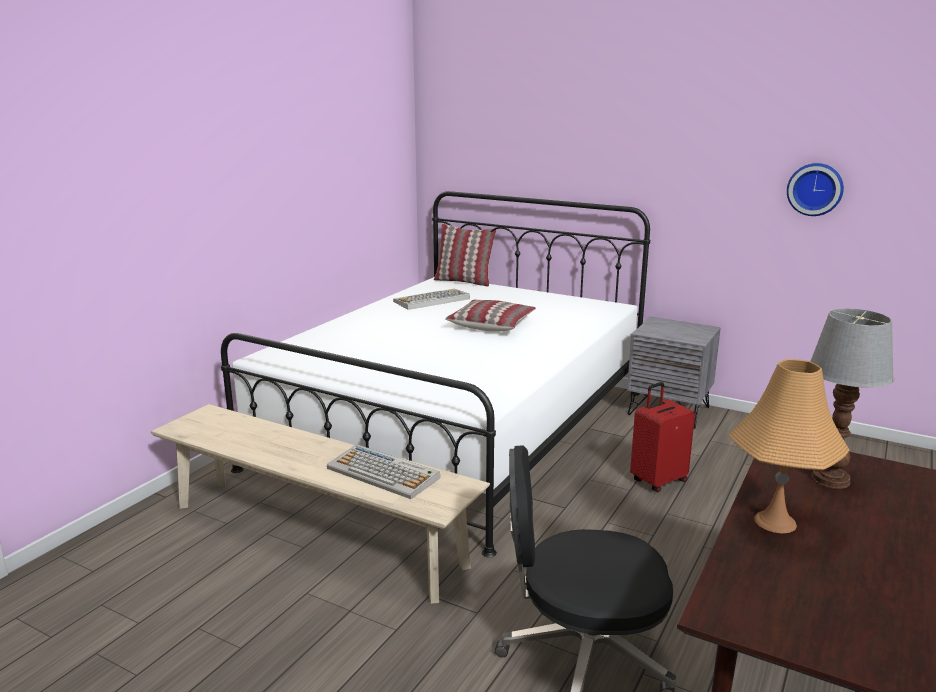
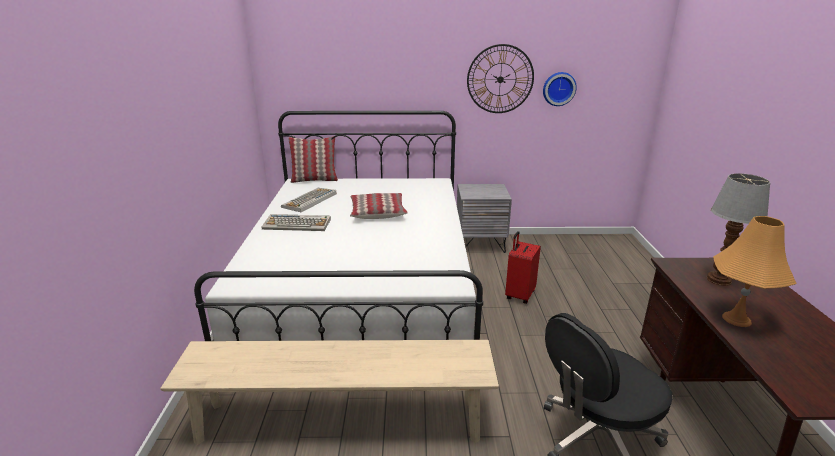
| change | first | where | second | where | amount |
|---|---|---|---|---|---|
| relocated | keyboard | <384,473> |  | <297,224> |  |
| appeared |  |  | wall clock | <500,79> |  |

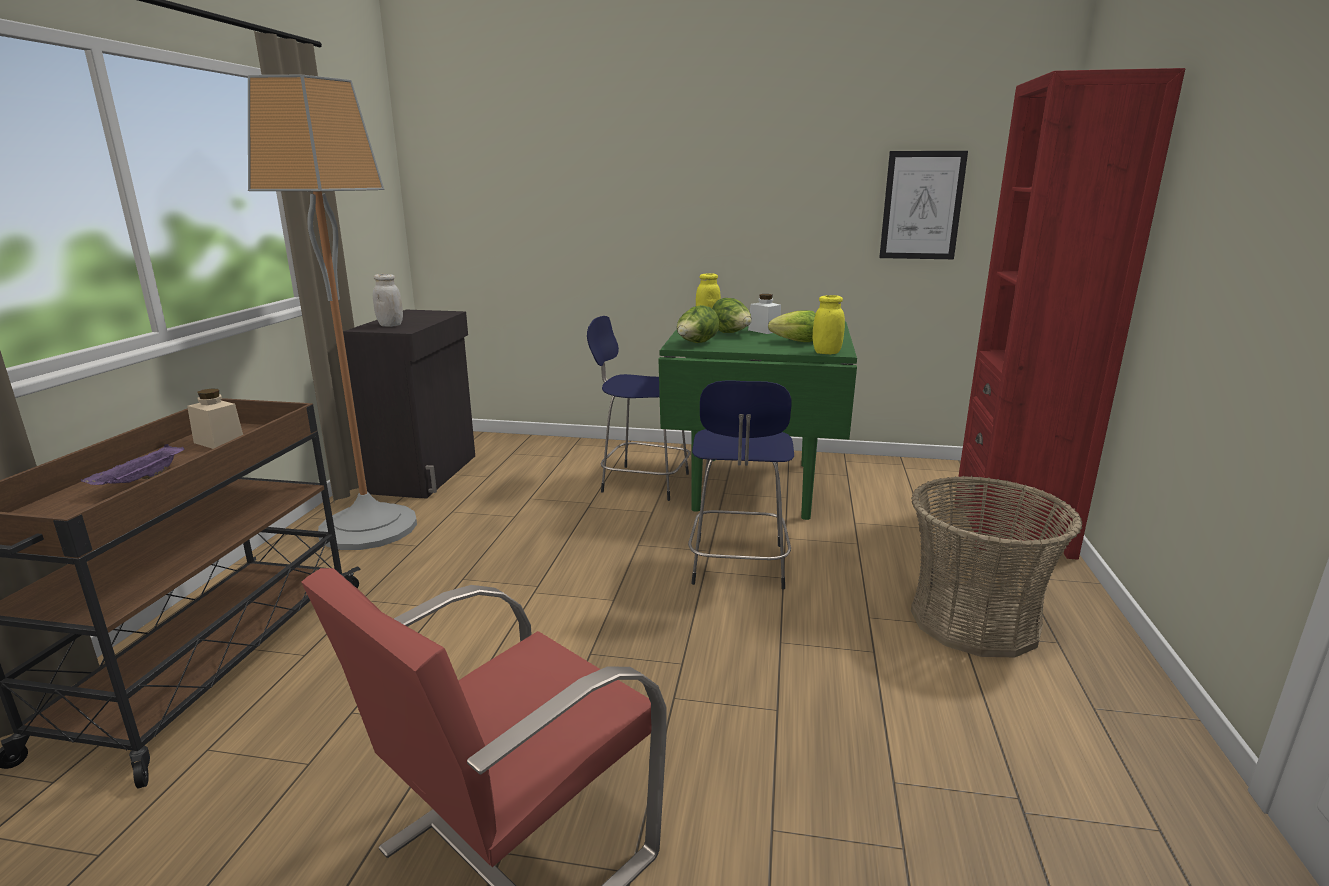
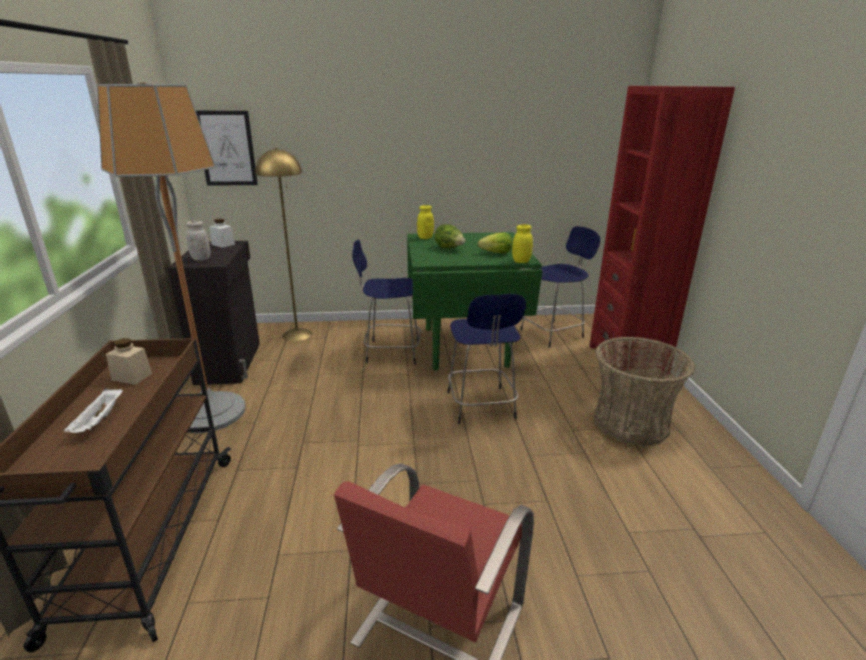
| change | first | where | second | where | amount |
|---|---|---|---|---|---|
| colour | purple tray | <140,481> | white tray | <99,421> |  |
| missing | lettuce | <696,344> |  |  |  |
| relocated | white jar | <764,330> |  | <223,244> |  |
| relocated | picture | <922,206> |  | <227,148> |  |
| appeared |  |  | yellow floor lamp | <297,334> |  |
| appeared |  |  | blue stool | <553,333> |  |

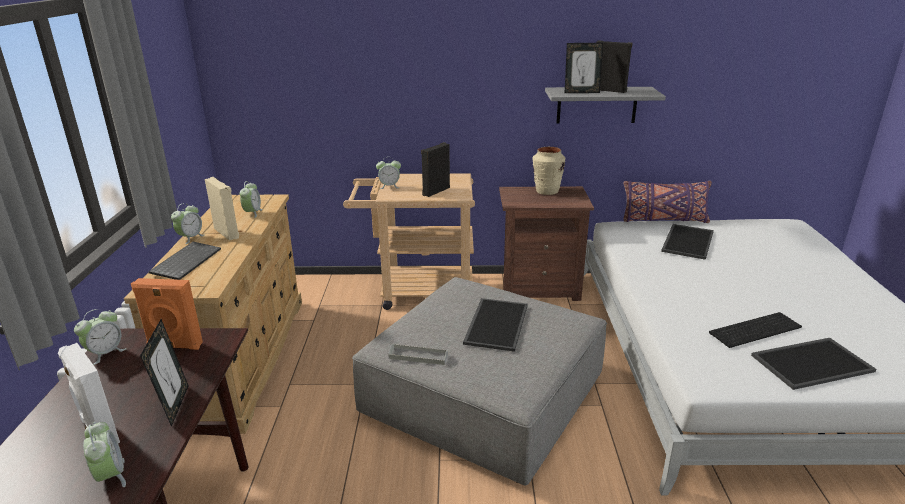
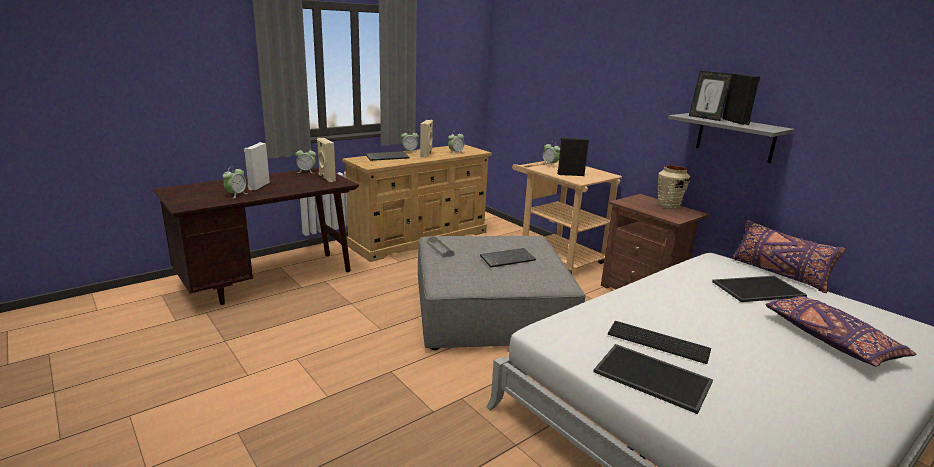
| change | first | where | second | where | amount |
|---|---|---|---|---|---|
| colour | orange speaker | <174,346> | beige speaker | <326,178> |  |
| missing | picture frame | <175,405> |  |  |  |
| exchanged | tray | <495,323> | keyboard | <507,258> |  |
| appeared |  |  | purple pillow | <829,340> |  |

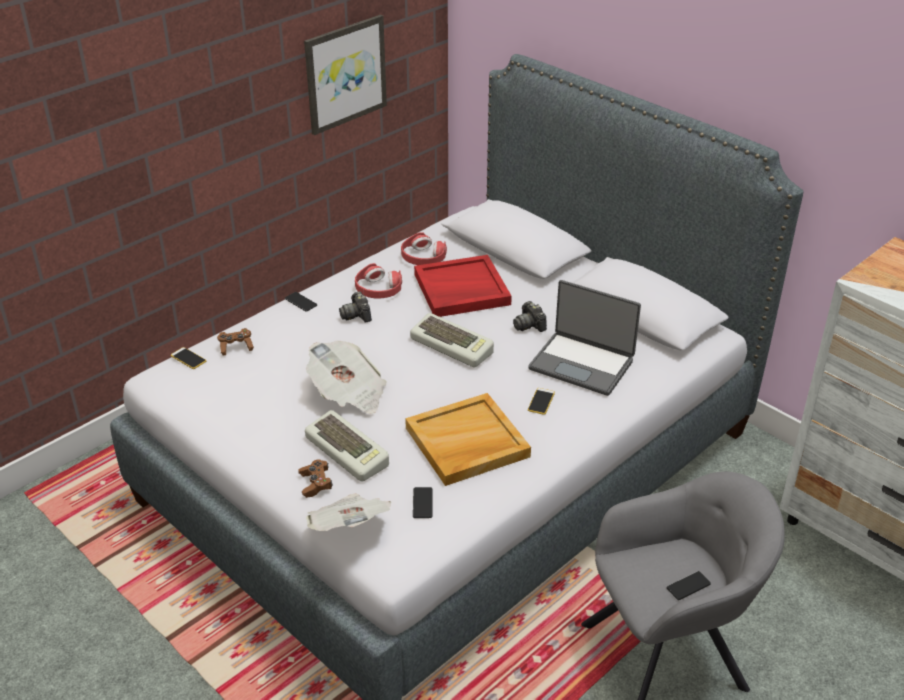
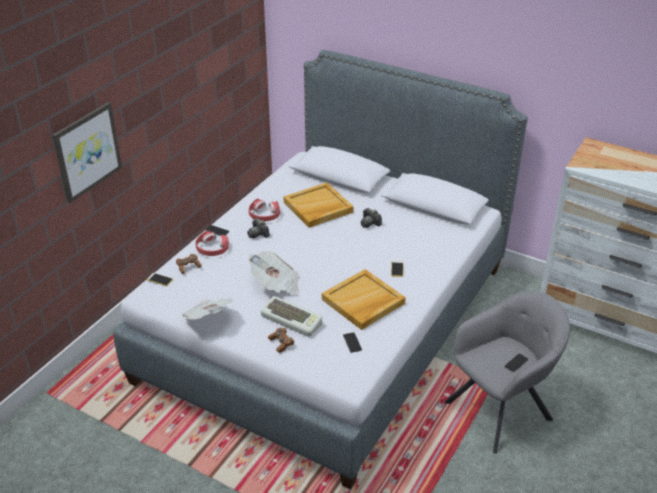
| change | first | where | second | where | amount |
|---|---|---|---|---|---|
| relocated | picture | <345,73> |  | <87,151> |  |
| relocated | newspaper | <349,528> |  | <208,318> |  |
| relocated | red headphones | <423,257> |  | <212,249> |  |
| missing | keyboard | <453,345> |  |  |  |
| colour | red tray | <461,290> | beige tray | <318,207> |  |
| missing | laptop | <582,364> |  |  |  |

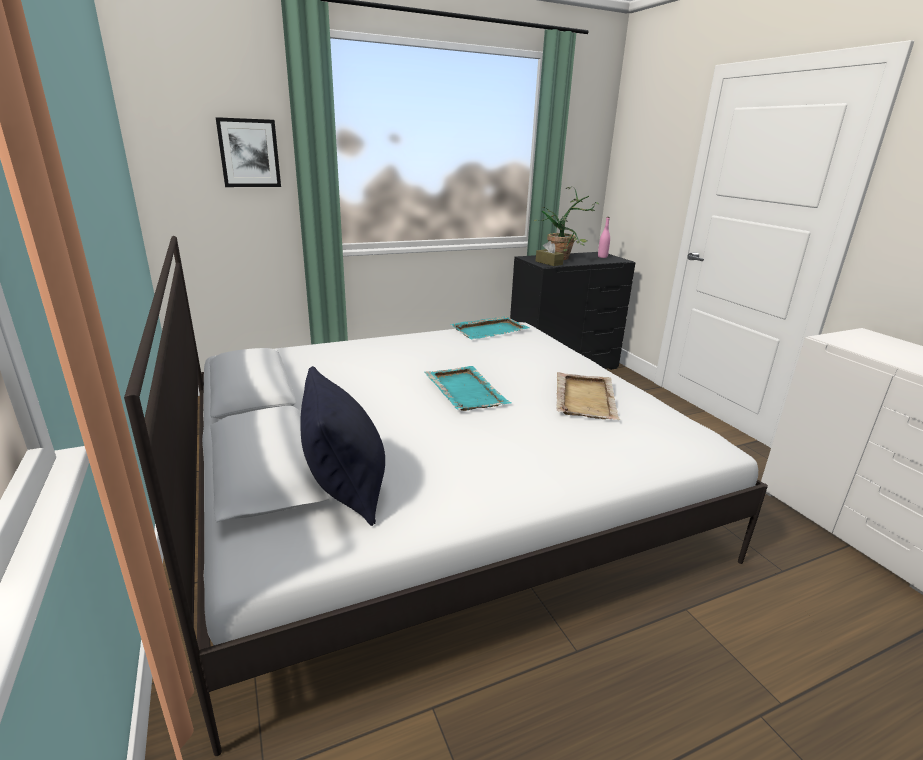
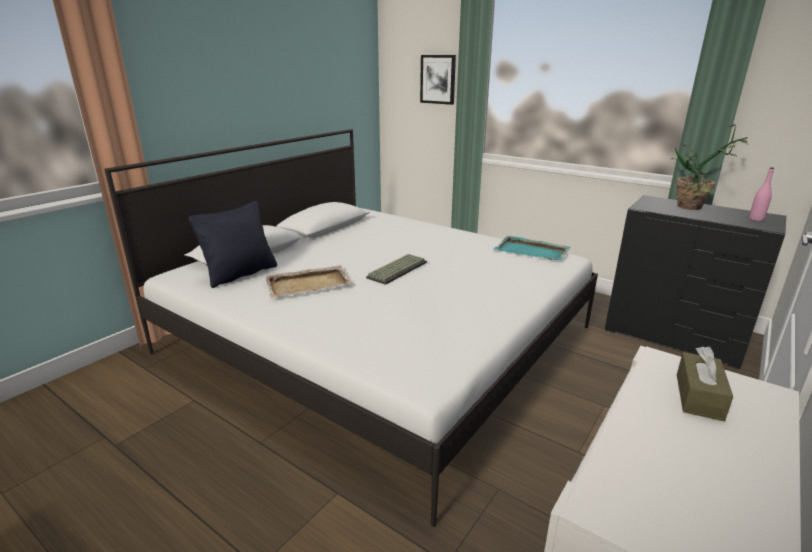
| change | first | where | second | where | amount |
|---|---|---|---|---|---|
| exchanged | turquoise tray | <465,390> | keyboard | <397,269> |  |
| relocated | brown tissue box | <549,263> |  | <699,396> |  |
| relocated | beige tray | <585,398> |  | <309,284> |  |

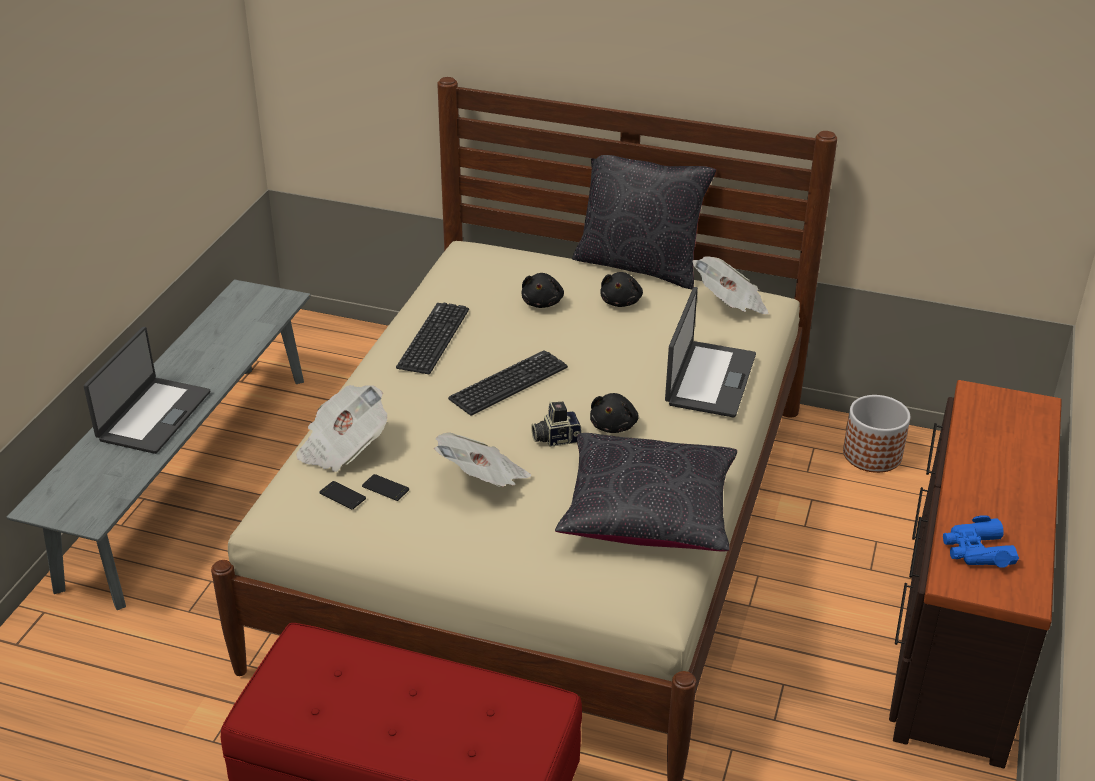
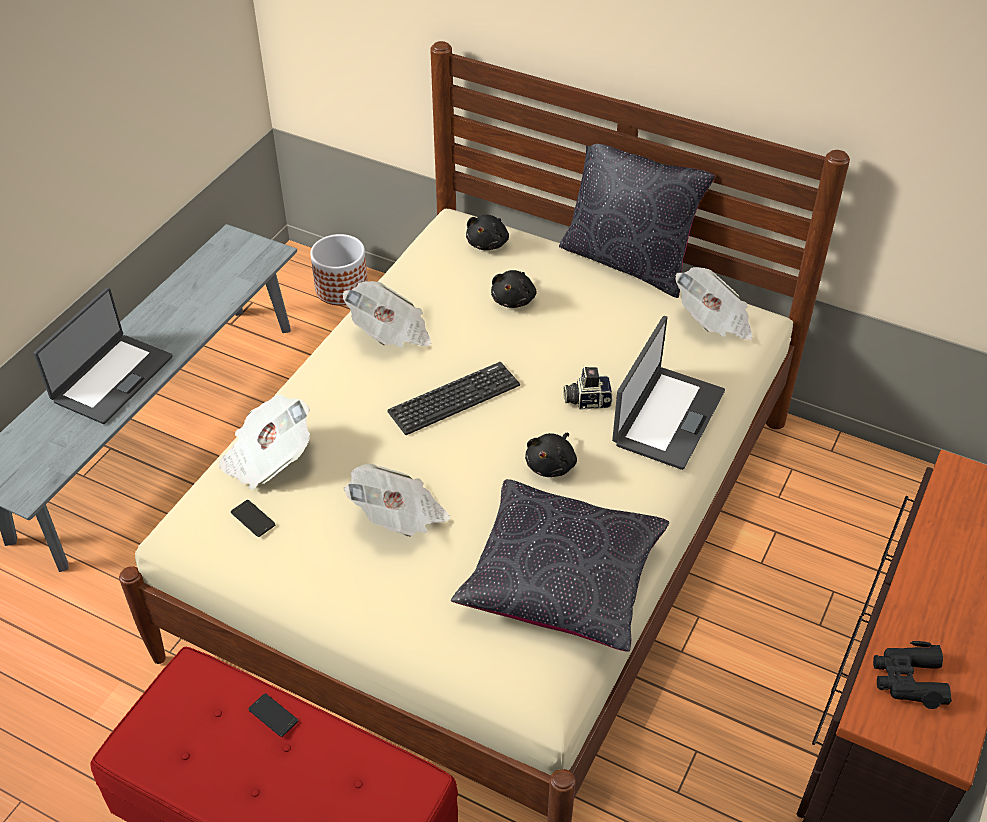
| change | first | where | second | where | amount |
|---|---|---|---|---|---|
| relocated | phone | <385,488> |  | <273,715> |  |
| exchanged | keyboard | <433,339> | newspaper | <390,333> |  |
| relocated | photo camera | <555,438> |  | <587,400> |  |
| relocated | black plush toy | <621,301> |  | <488,243> |  |
| relocated | planter | <872,455> |  | <341,289> |  |
| colour | blue binoculars | <976,551> | black binoculars | <908,680> |  |

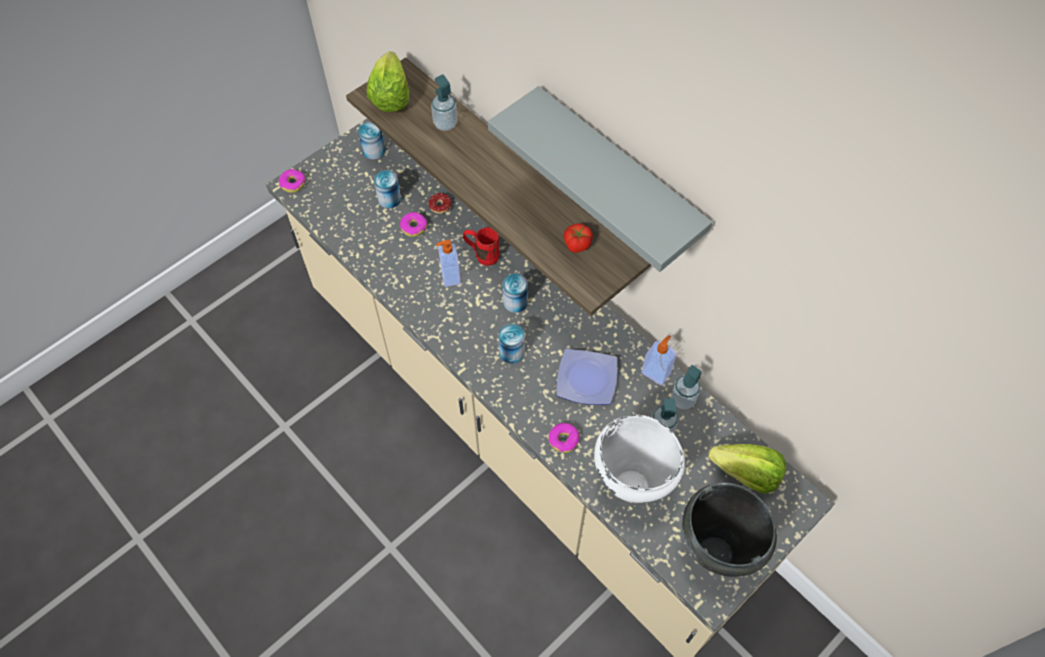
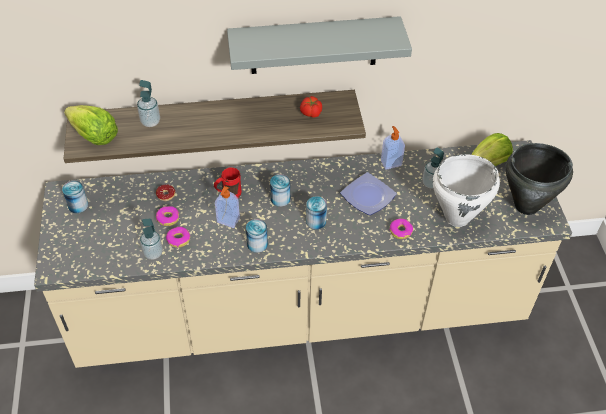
| change | first | where | second | where | amount |
|---|---|---|---|---|---|
| relocated | donut | <293,183> |  | <178,239> |  |
| relocated | can | <389,199> |  | <257,244> |  |
| relocated | soap dispenser | <683,400> |  | <153,253> |  |

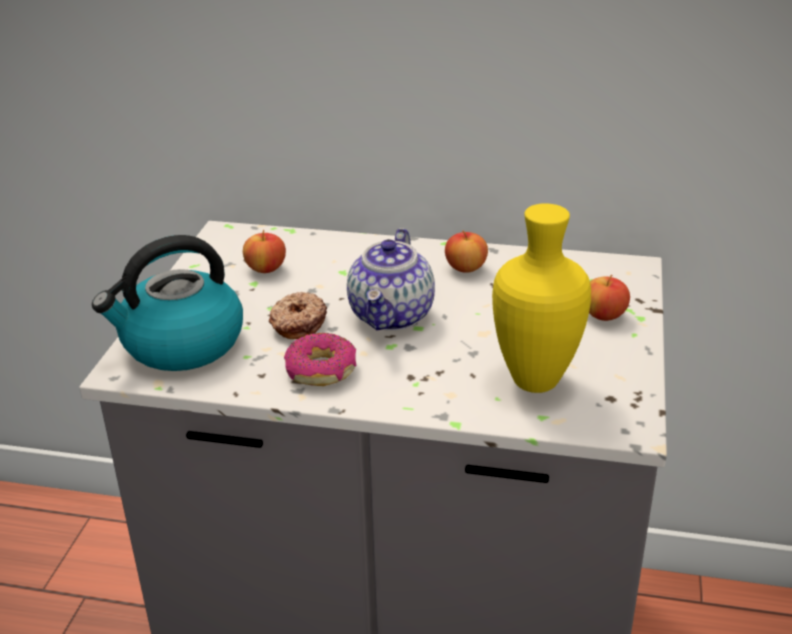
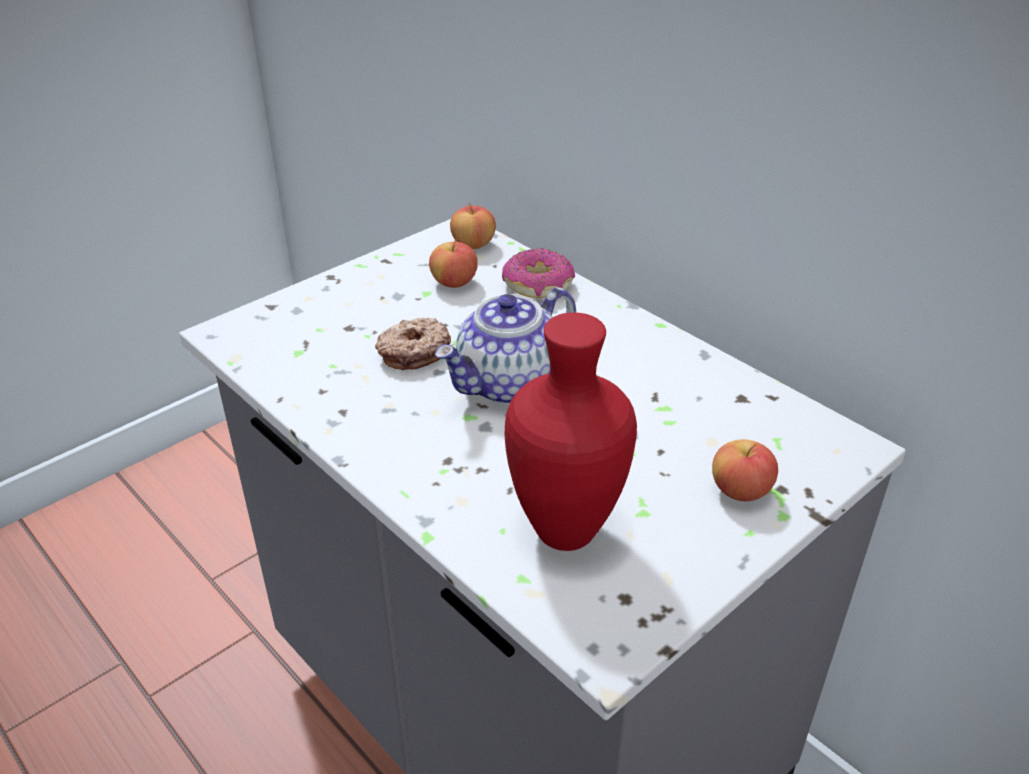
| change | first | where | second | where | amount |
|---|---|---|---|---|---|
| missing | kettle | <181,344> |  |  |  |
| relocated | donut | <321,370> |  | <538,285> |  |
| relocated | apple | <465,268> |  | <473,244> |  |
| colour | yellow vase | <538,380> | red vase | <569,532> |  |

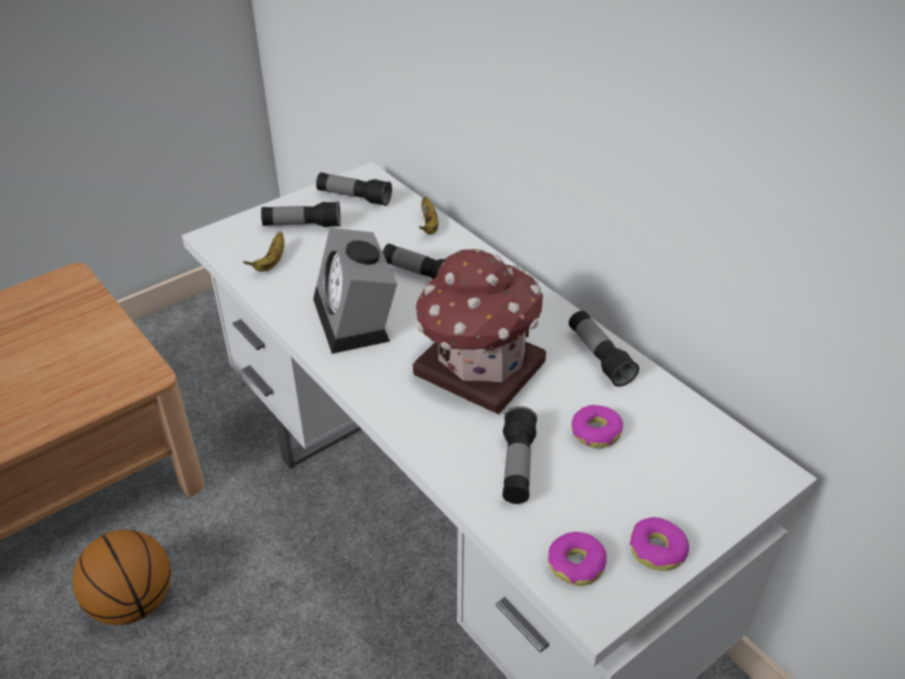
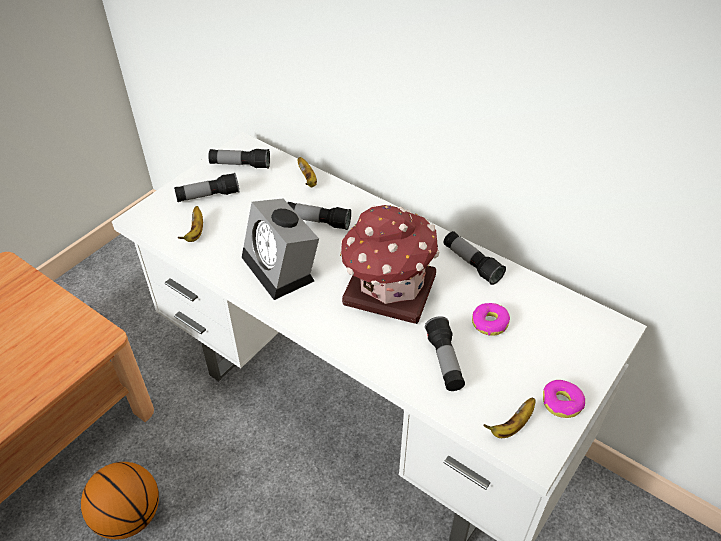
| change | first | where | second | where | amount |
|---|---|---|---|---|---|
| exchanged | donut | <576,564> | banana | <511,426> |  |

